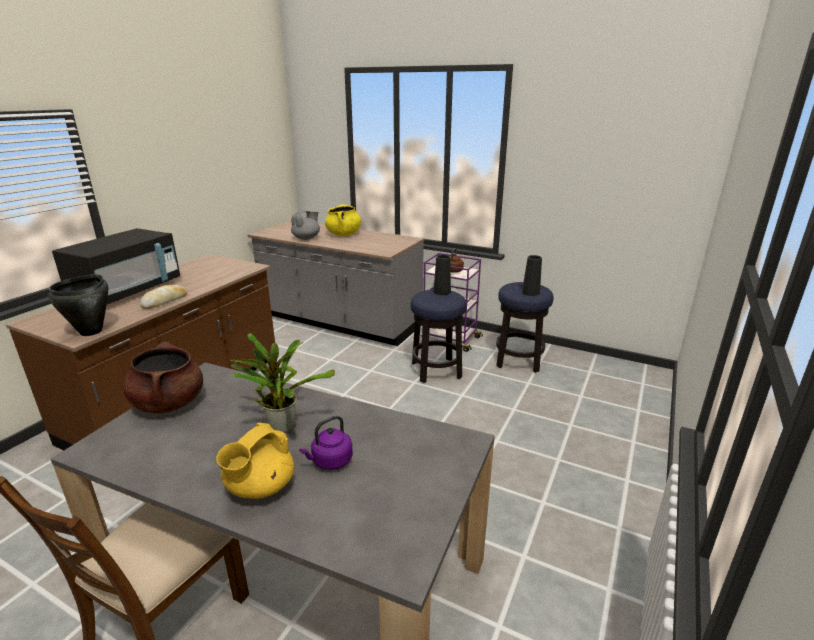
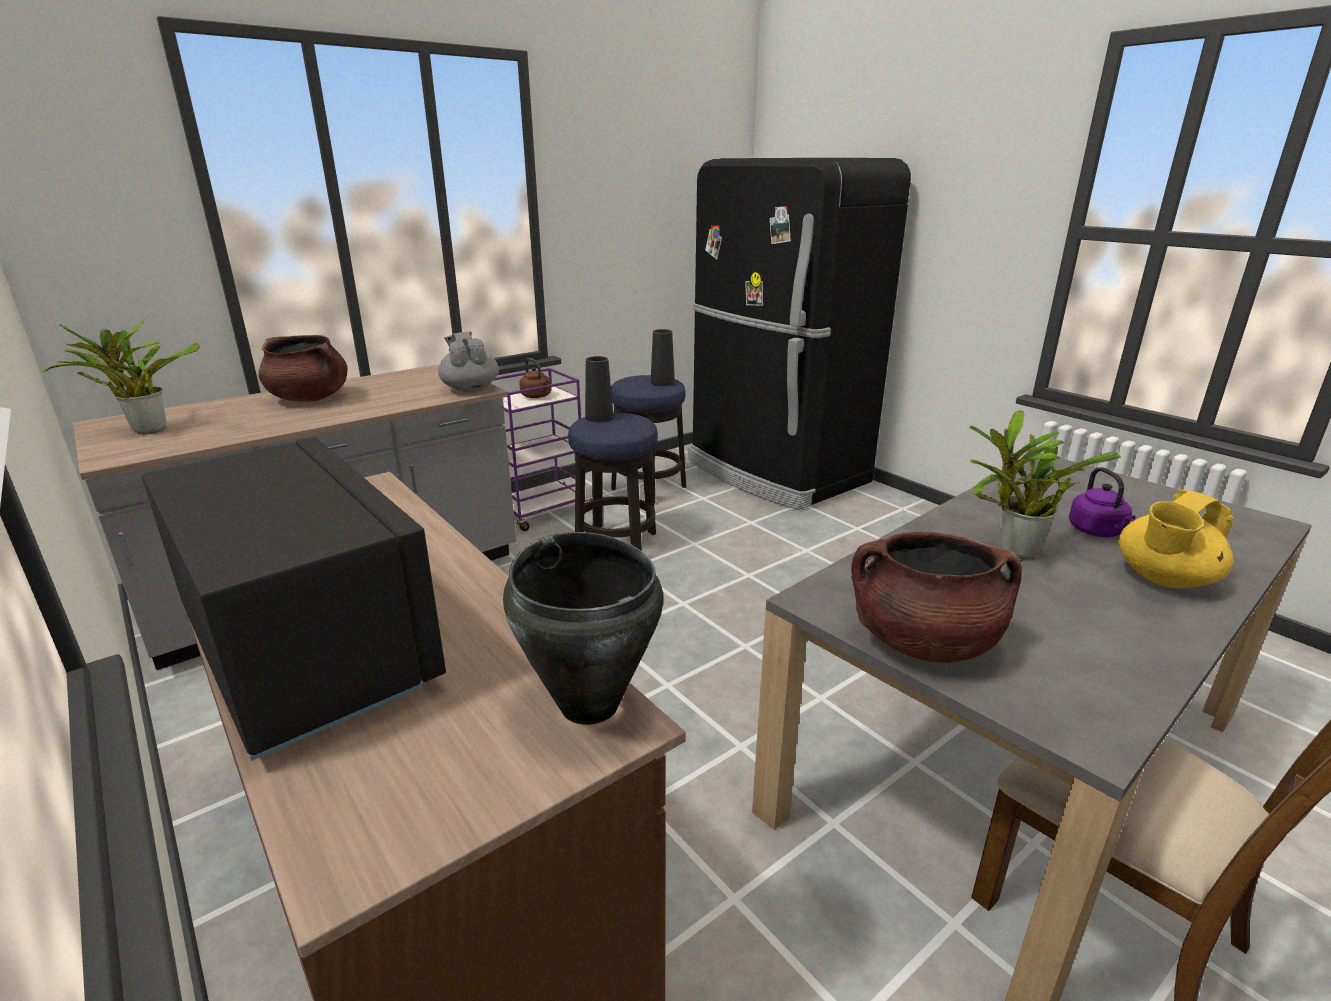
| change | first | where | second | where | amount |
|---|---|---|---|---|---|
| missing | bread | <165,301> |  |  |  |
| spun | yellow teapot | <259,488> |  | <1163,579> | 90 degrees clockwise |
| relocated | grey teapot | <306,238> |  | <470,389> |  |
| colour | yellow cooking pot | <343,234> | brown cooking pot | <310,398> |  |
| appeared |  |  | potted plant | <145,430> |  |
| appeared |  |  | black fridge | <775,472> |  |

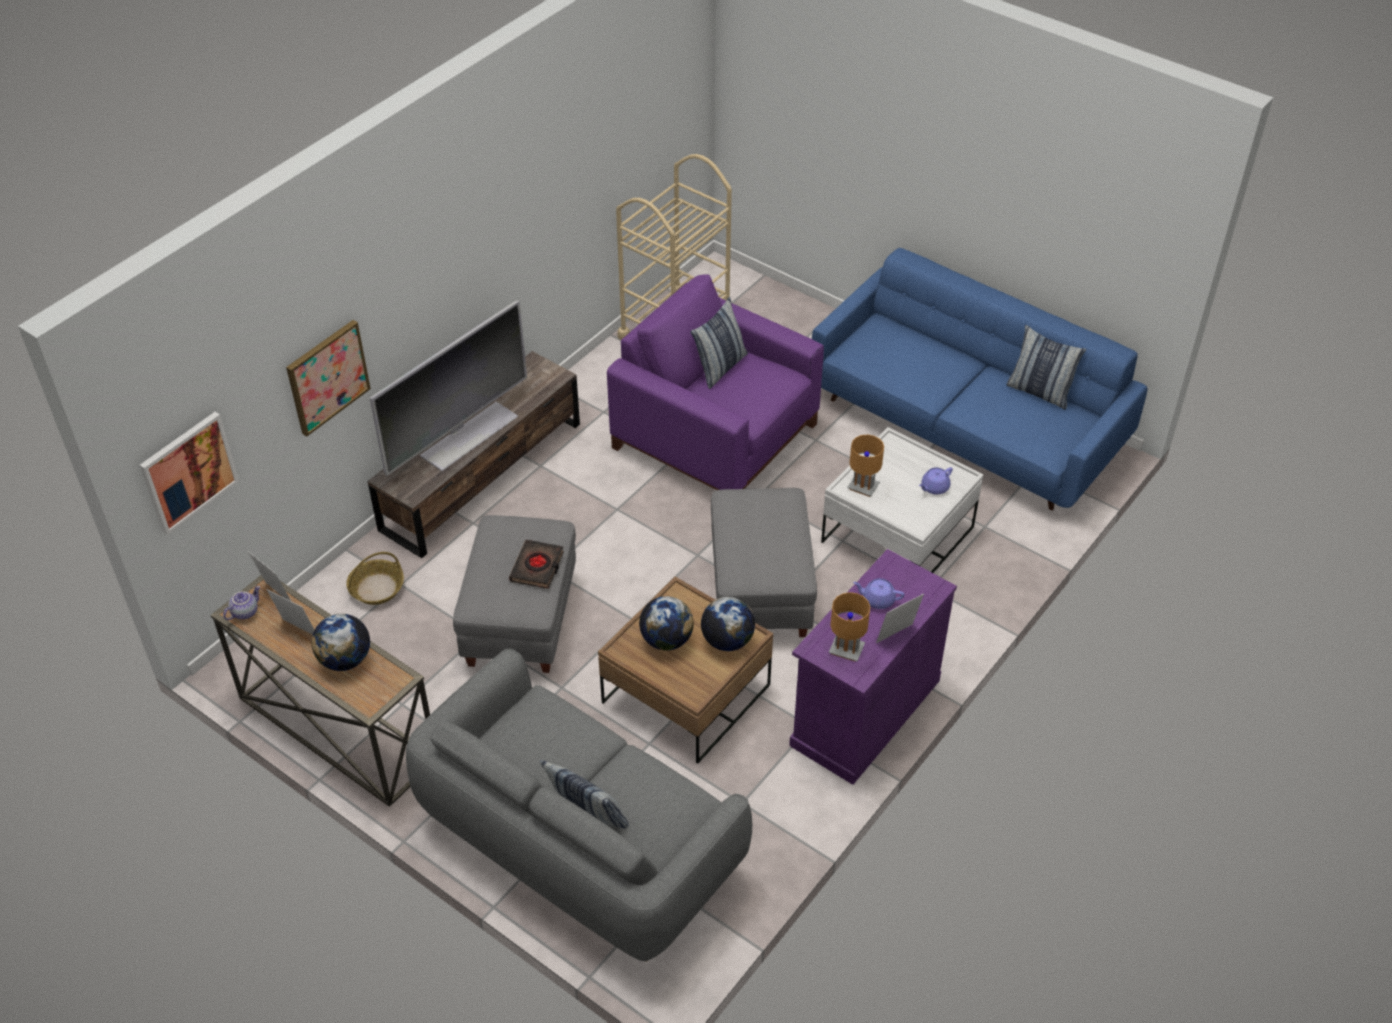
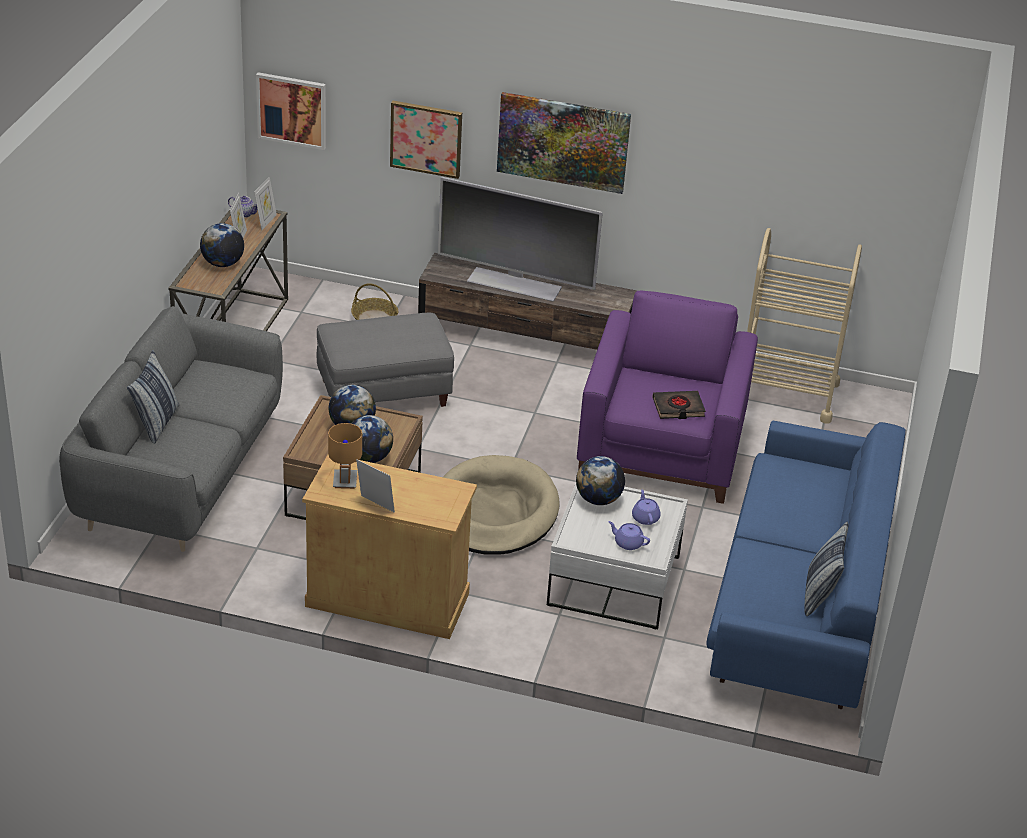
| change | first | where | second | where | amount |
|---|---|---|---|---|---|
| relocated | black book | <537,567> |  | <678,408> |  |
| missing | pillow | <720,367> |  |  |  |
| exchanged | grey ottoman | <761,589> | beige dog bed | <494,511> |  |
| colour | purple cabinet | <865,712> | beige cabinet | <388,599> |  |
| exchanged | brown table lamp | <863,487> | globe | <598,499> |  |
| relocated | purple teapot | <877,600> |  | <645,517> |  |
| appeared |  |  | picture | <563,142> |  |

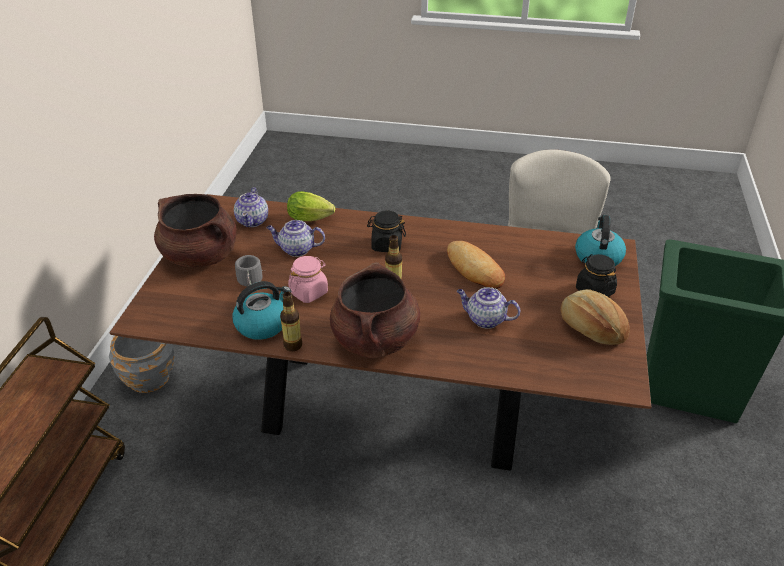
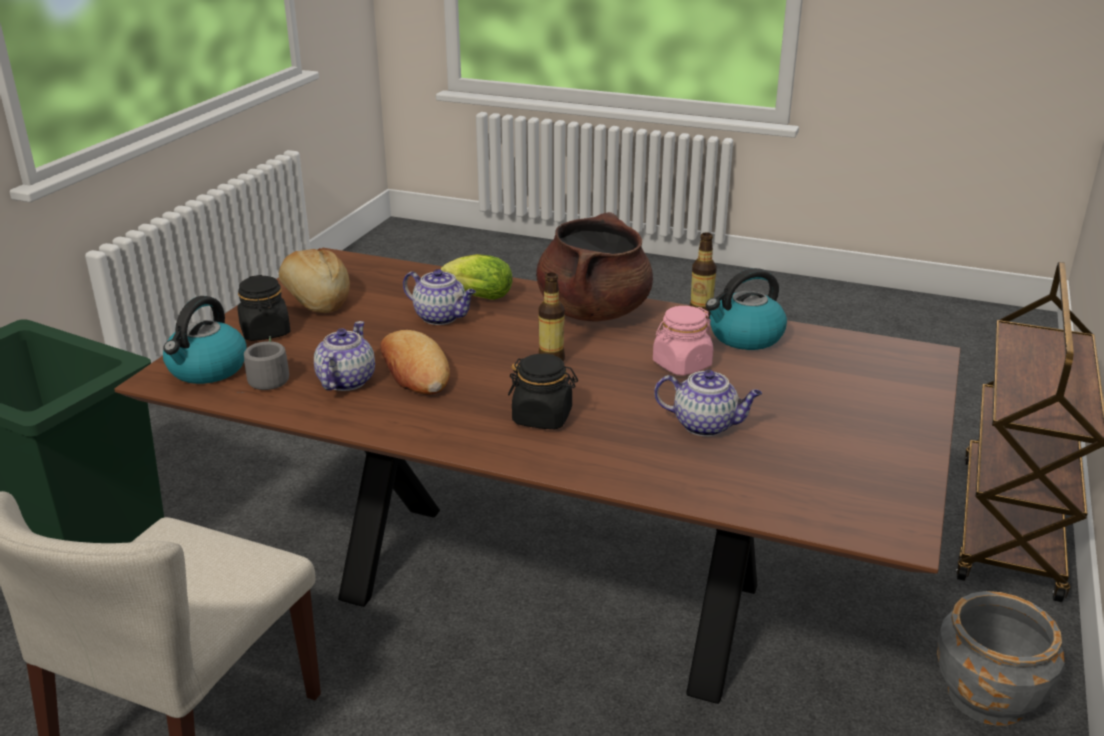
| change | first | where | second | where | amount |
|---|---|---|---|---|---|
| missing | brown cooking pot | <200,256> |  |  |  |
| relocated | teapot | <253,220> |  | <345,381> |  |
| relocated | grey mug | <251,281> |  | <267,379> |  |
| relocated | lettuce | <312,219> |  | <475,296> |  |

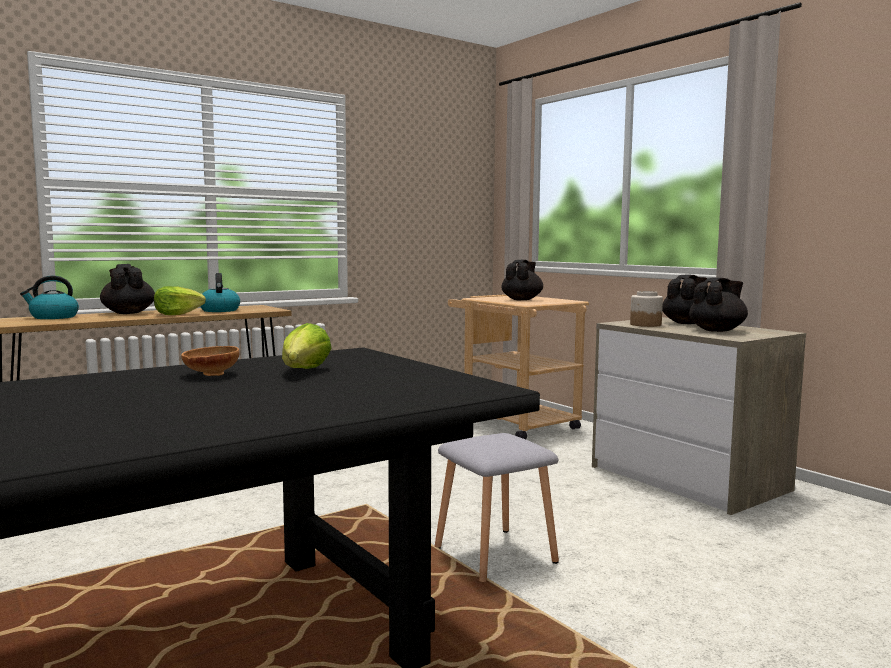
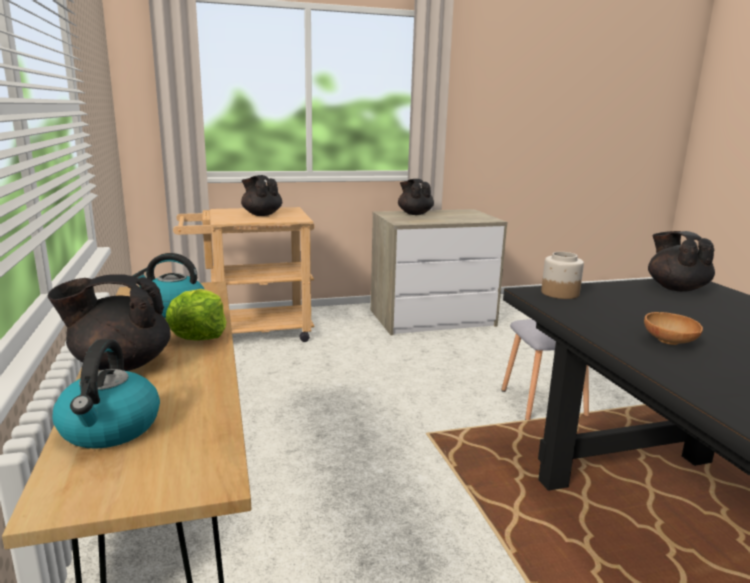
| change | first | where | second | where | amount |
|---|---|---|---|---|---|
| missing | lettuce | <304,371> |  |  |  |
| relocated | jar | <645,324> |  | <559,293> |  |
| relocated | black teapot | <717,330> |  | <676,288> |  |

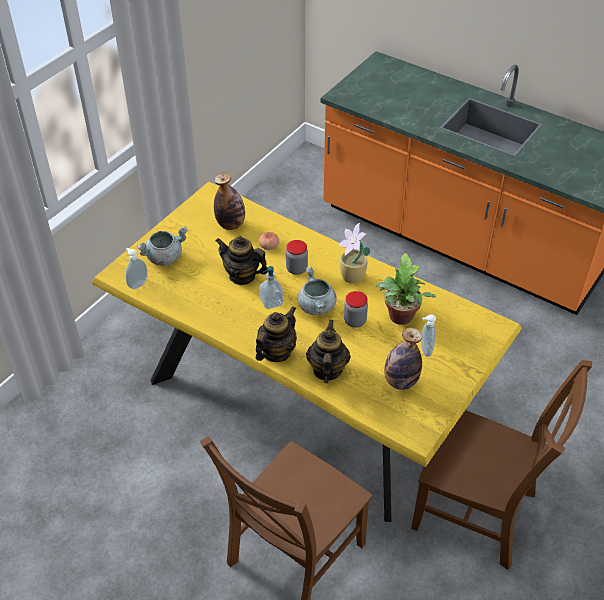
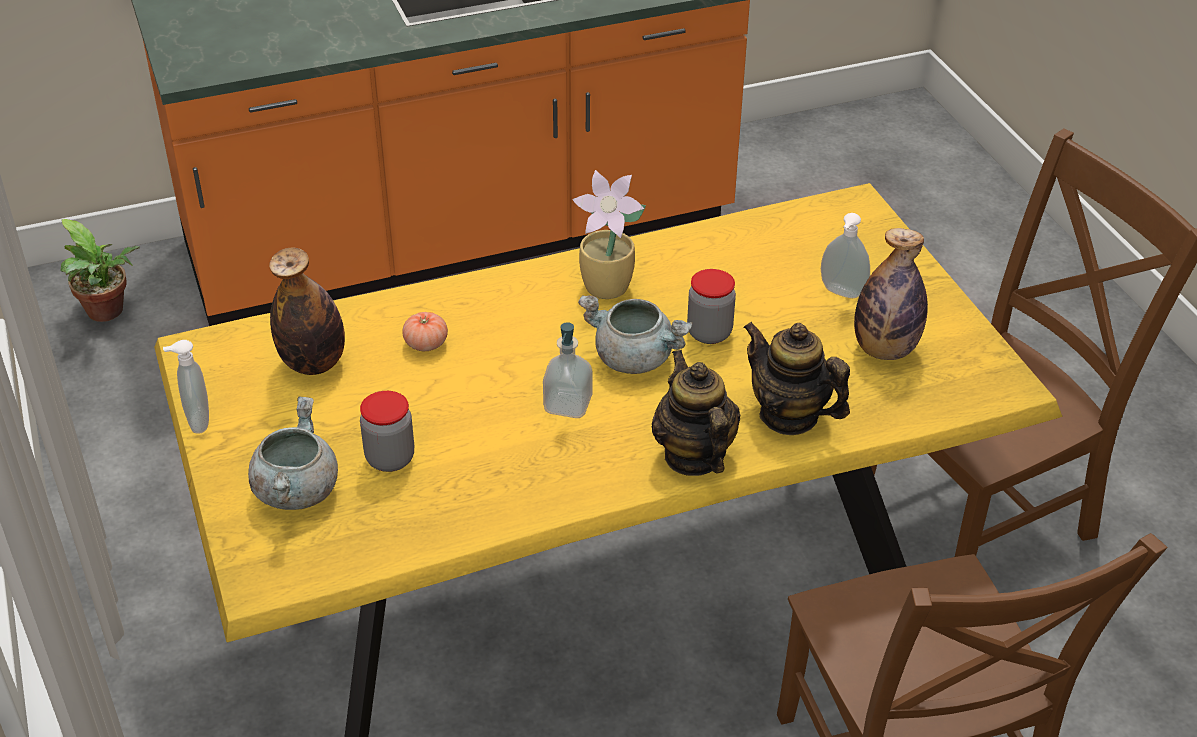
| change | first | where | second | where | amount |
|---|---|---|---|---|---|
| relocated | soap dispenser | <137,284> |  | <196,422> |  |
| missing | teapot | <242,276> |  |  |  |
| relocated | jar | <296,269> |  | <390,458> |  |
| relocated | potted plant | <400,319> |  | <108,313> |  |

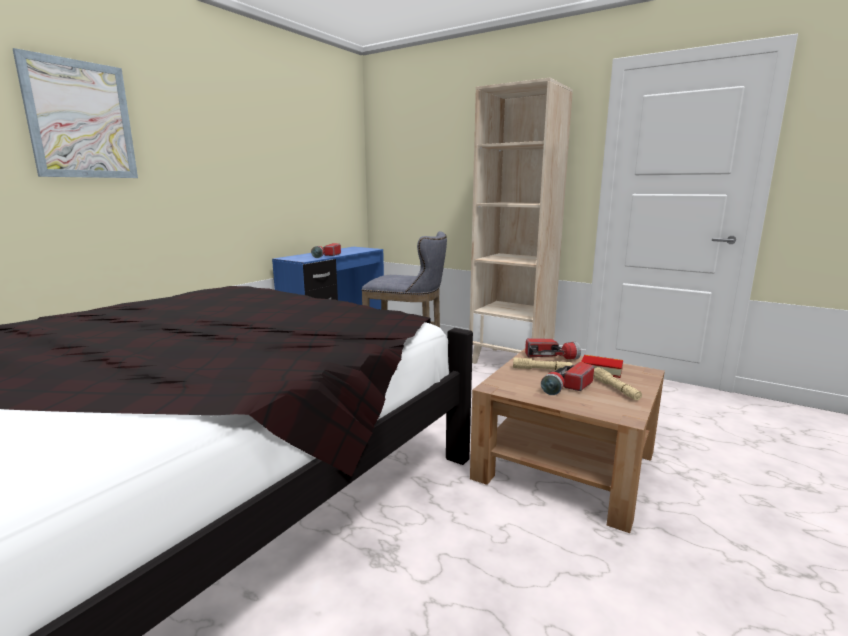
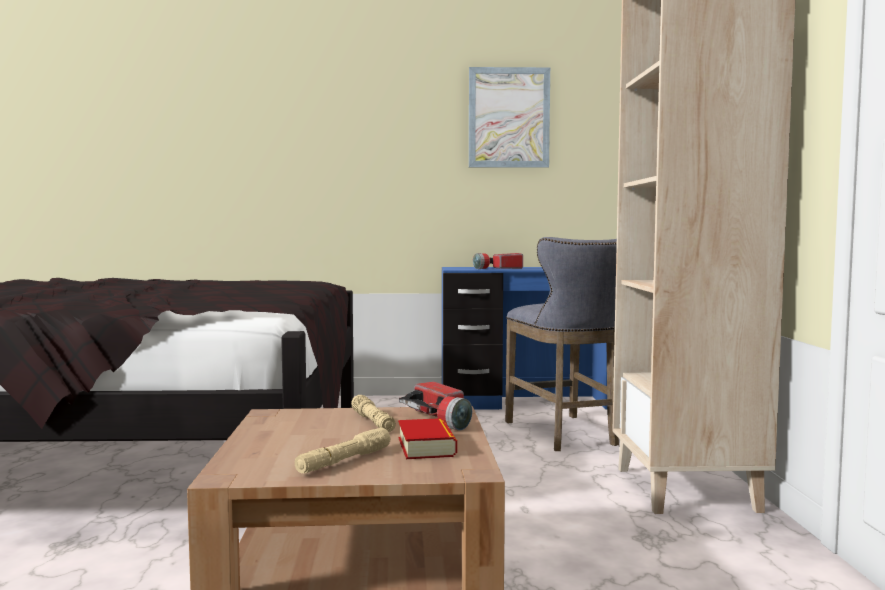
| change | first | where | second | where | amount |
|---|---|---|---|---|---|
| relocated | picture | <80,120> |  | <509,118> |  |
| missing | flashlight | <566,387> |  |  |  |

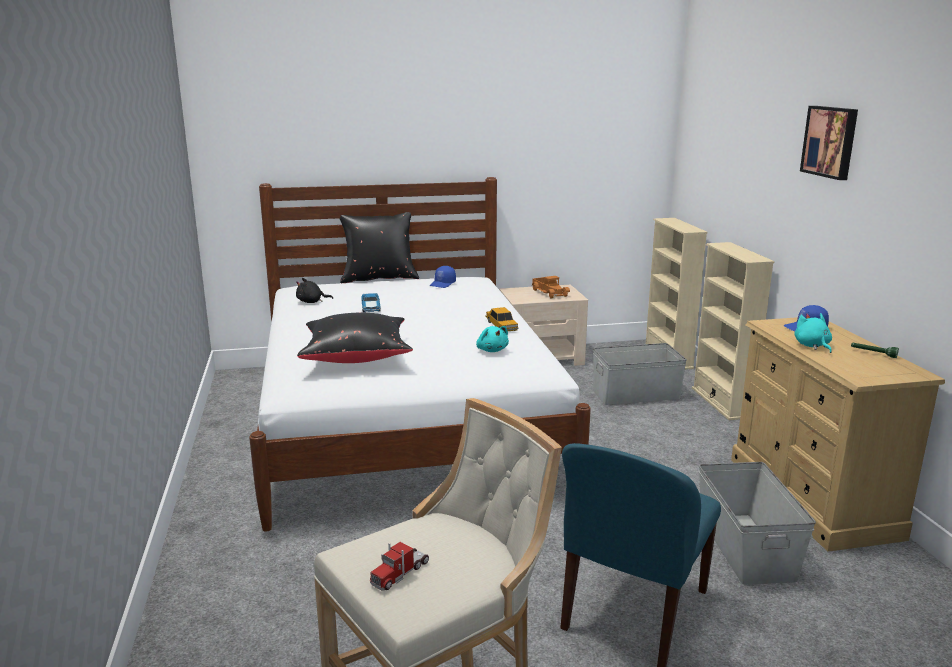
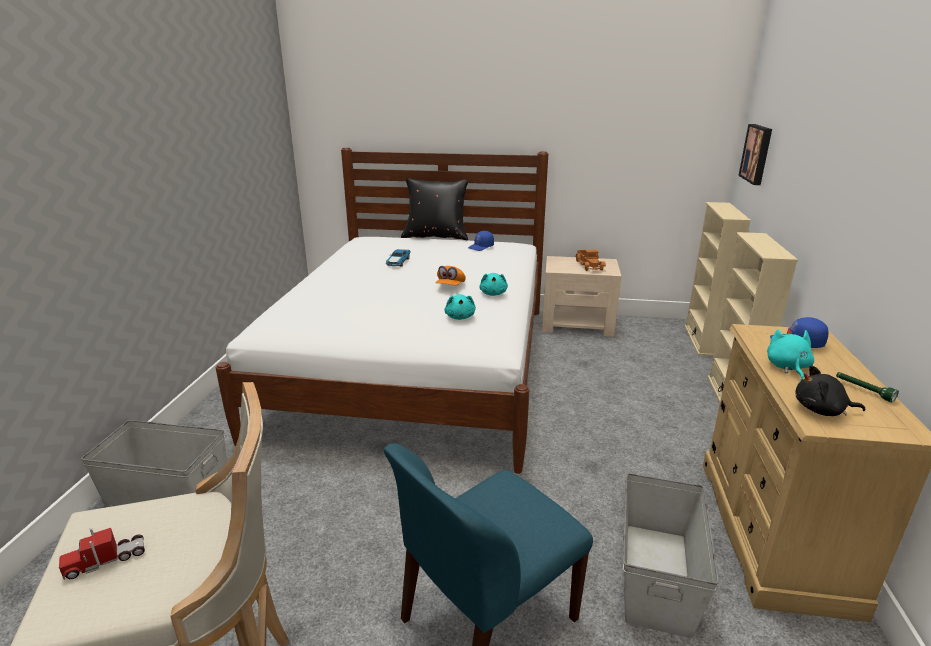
| change | first | where | second | where | amount |
|---|---|---|---|---|---|
| relocated | black plush toy | <311,302> |  | <821,410> |  |
| missing | black pillow | <356,356> |  |  |  |
| exchanged | toy car | <501,326> | turquoise plush toy | <493,293> |  |
| relocated | grey storage box | <635,394> |  | <168,492> |  |
| relocated | picture | <831,141> |  | <757,153> |  |
| appeared |  |  | orange cap | <450,286> |  |

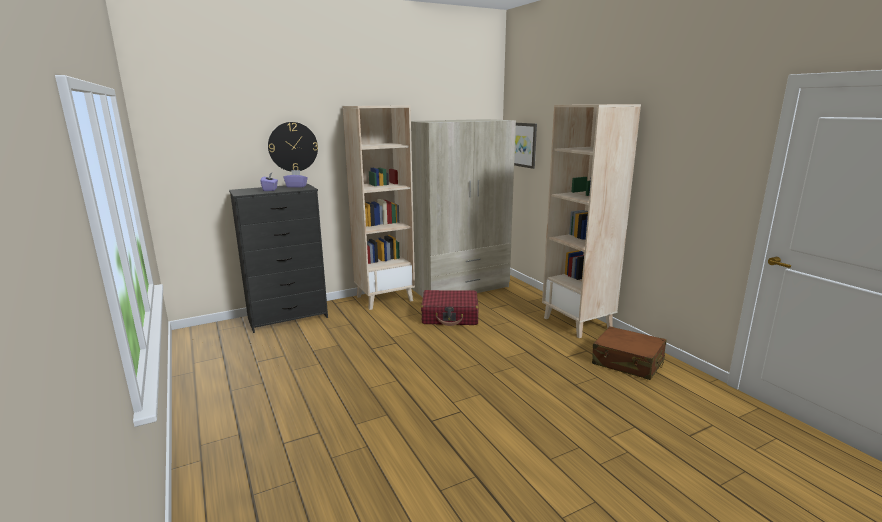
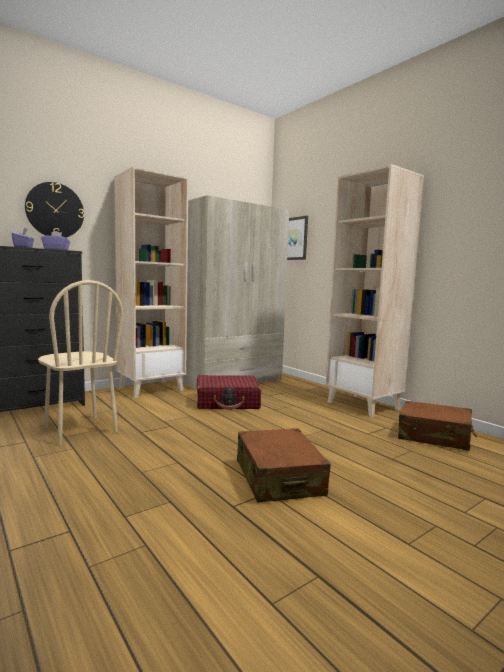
| change | first | where | second | where | amount |
|---|---|---|---|---|---|
| appeared |  |  | beige chair | <80,430> |  |
| appeared |  |  | brown suitcase | <279,478> |  |

